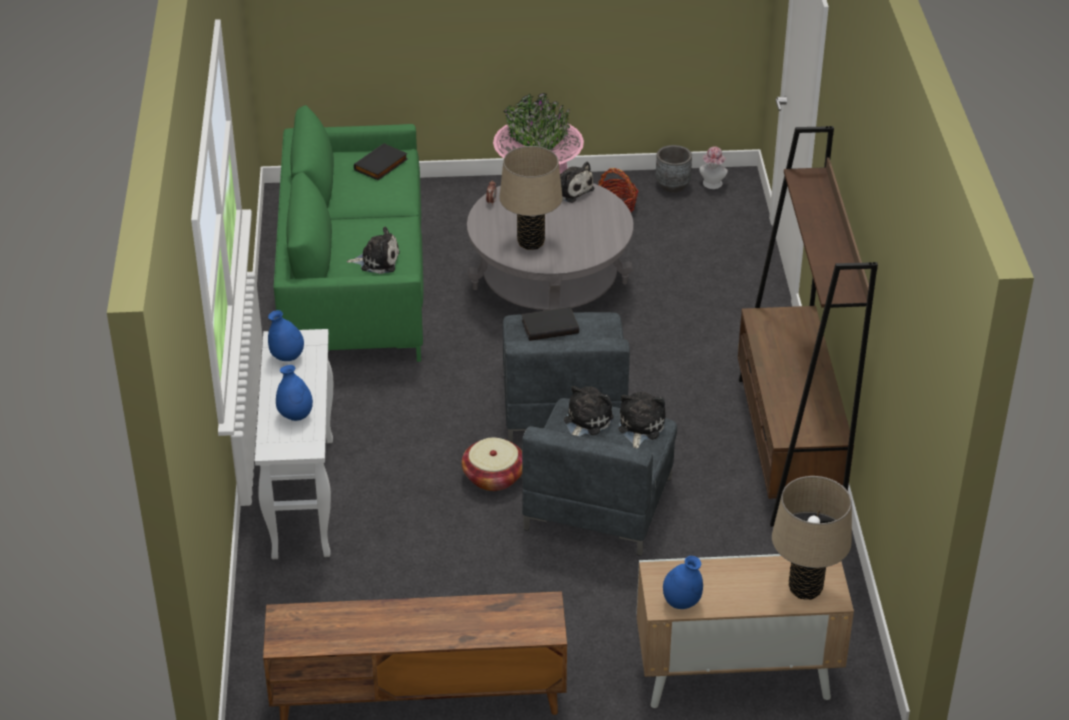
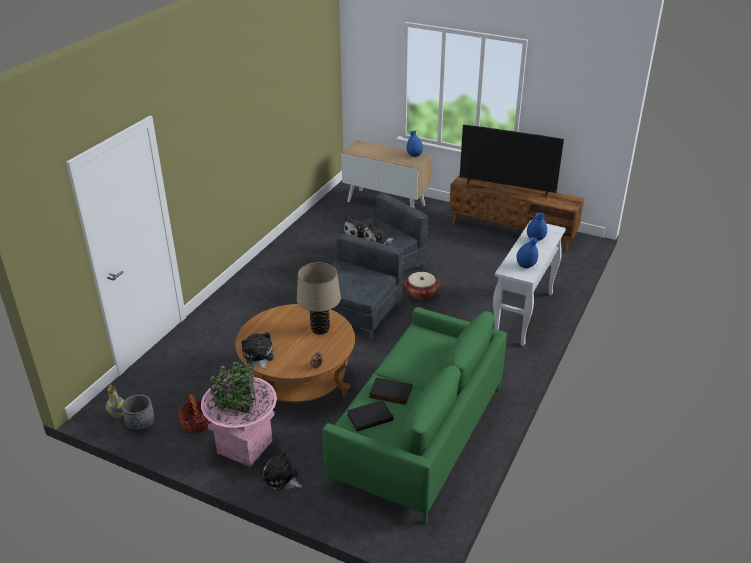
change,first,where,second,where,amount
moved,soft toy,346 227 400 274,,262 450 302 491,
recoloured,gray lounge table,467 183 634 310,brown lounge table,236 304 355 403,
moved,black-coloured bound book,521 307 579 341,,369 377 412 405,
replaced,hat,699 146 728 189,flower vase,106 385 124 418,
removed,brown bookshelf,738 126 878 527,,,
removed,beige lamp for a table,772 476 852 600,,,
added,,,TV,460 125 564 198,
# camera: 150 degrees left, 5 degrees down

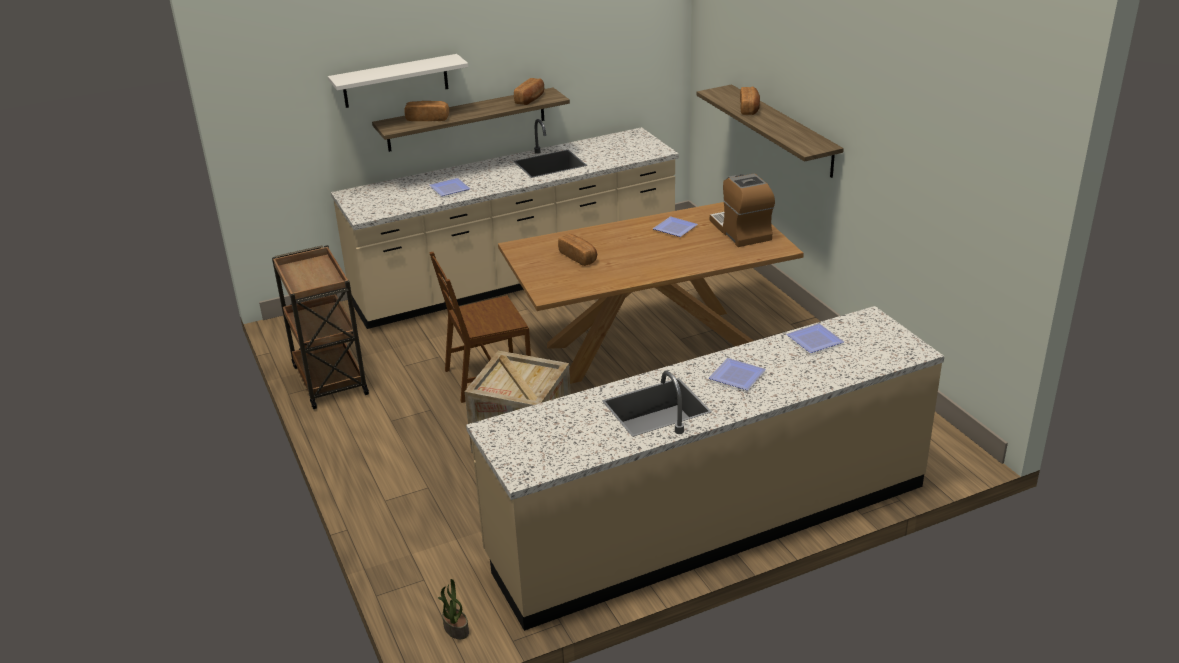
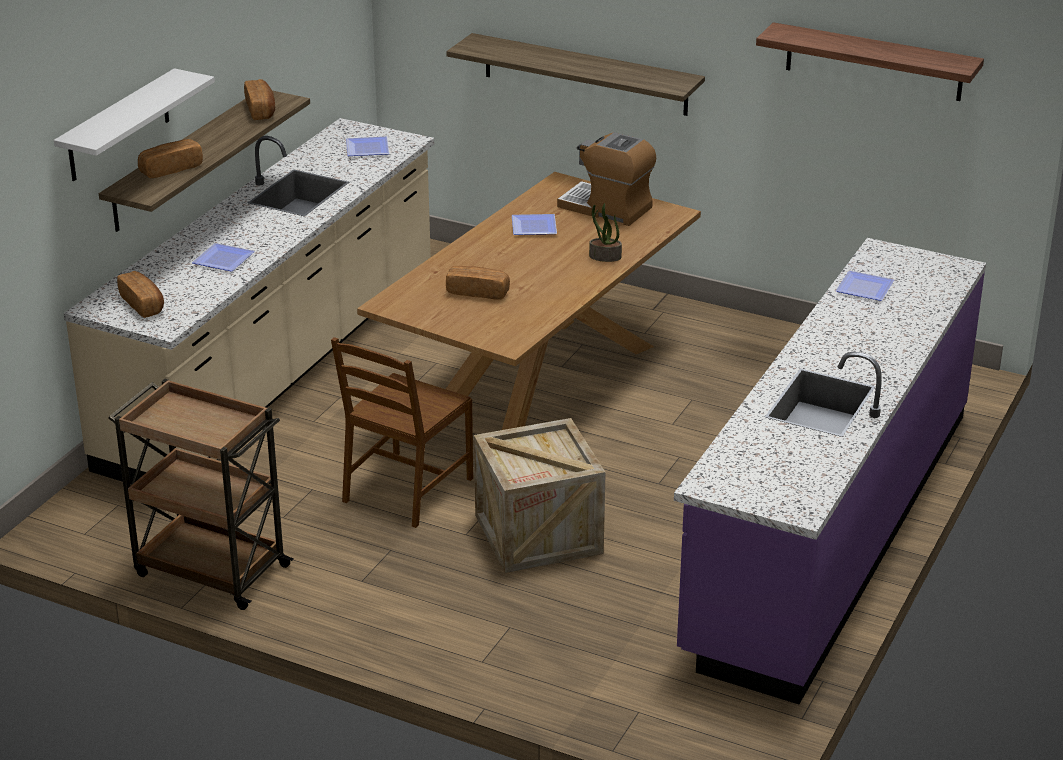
change,first,where,second,where,amount
moved,plant in a pot,438 579 469 639,,589 203 622 262,
recoloured,beige kitchen counter,466 306 944 631,purple kitchen counter,674 238 986 704,
moved,plate,709 358 766 390,,346 137 389 156,
moved,bakery bread,740 87 760 115,,117 271 164 318,
added,,,wall shelf,756 22 984 101,
# camera: 40 degrees left, 0 degrees up

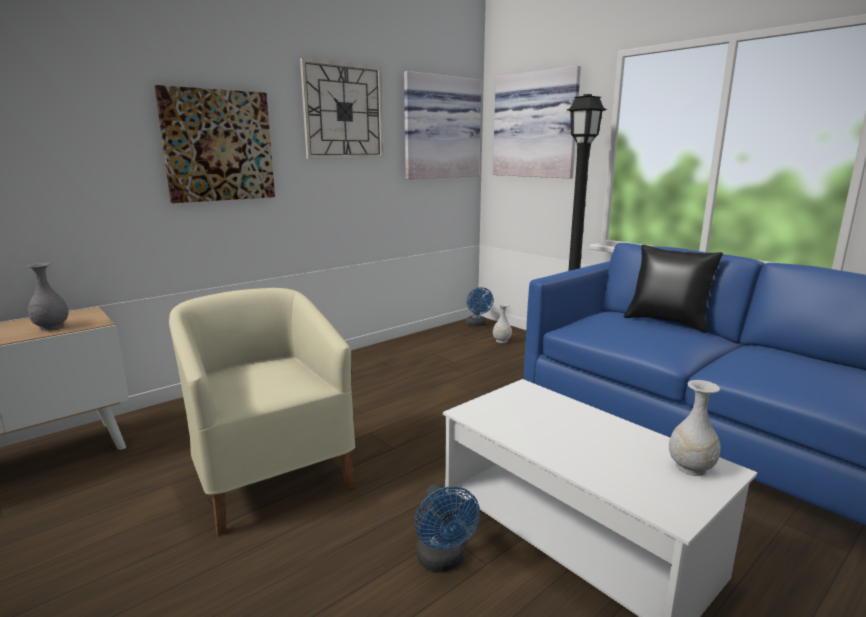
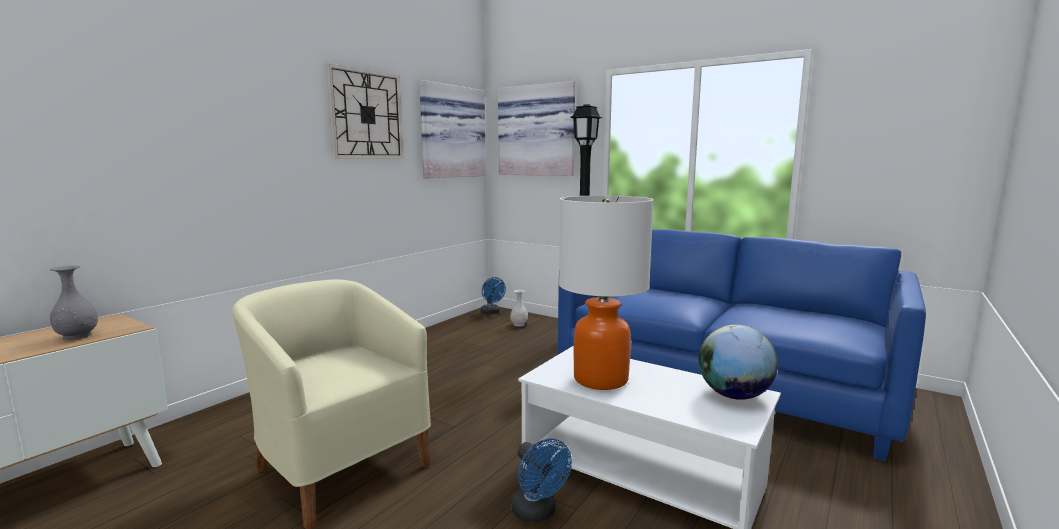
change,first,where,second,where,amount
removed,wall picture,155 85 275 203,,,
removed,black-coloured pillow,624 245 723 333,,,
replaced,whitish flower vase,669 380 720 476,desk globe,699 325 778 400,
added,,,lamp for a table,559 196 654 390,
# camera: 15 degrees left, 5 degrees down

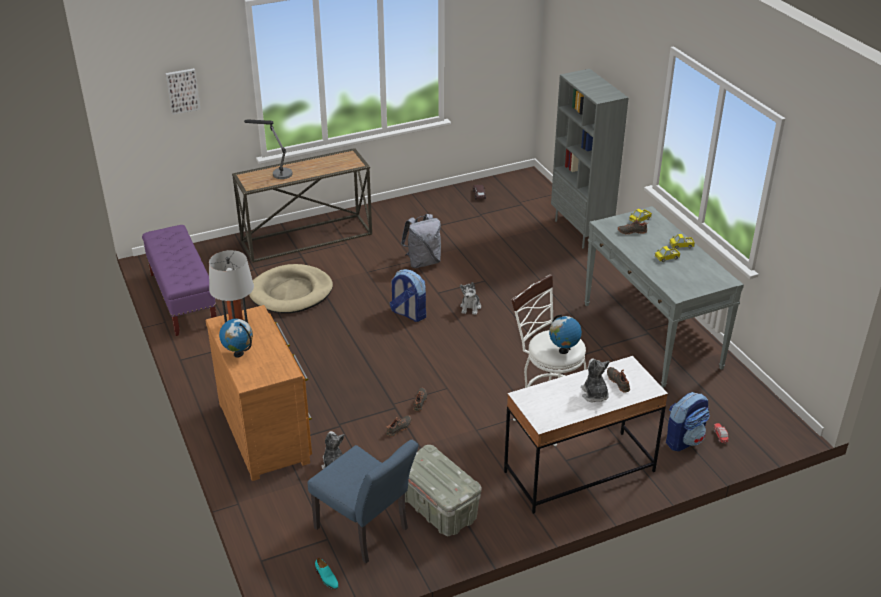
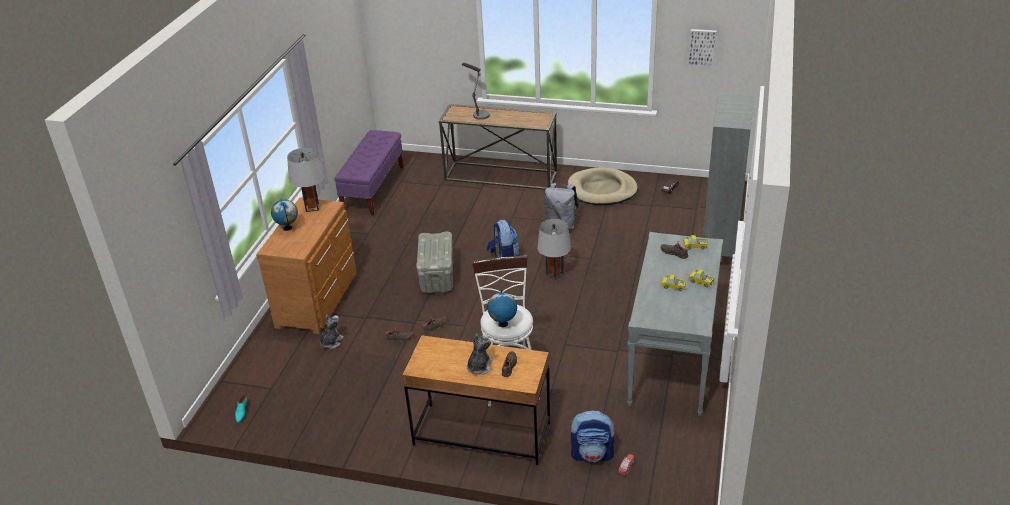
change,first,where,second,where,amount
moved,wall picture,165 68 201 115,,688 29 716 67,
moved,beige dog cushion,249 264 333 313,,568 167 638 205,
removed,blue-coloured plain chair,308 440 419 563,,,
moved,gray storage bin,405 445 482 536,,416 232 453 293,
replaced,soft toy,460 282 481 315,gray lamp for a table,537 219 571 280,
recoloured,whitish desk table,504 356 668 514,brown desk table,403 335 550 465,
# camera: 40 degrees right, 0 degrees up

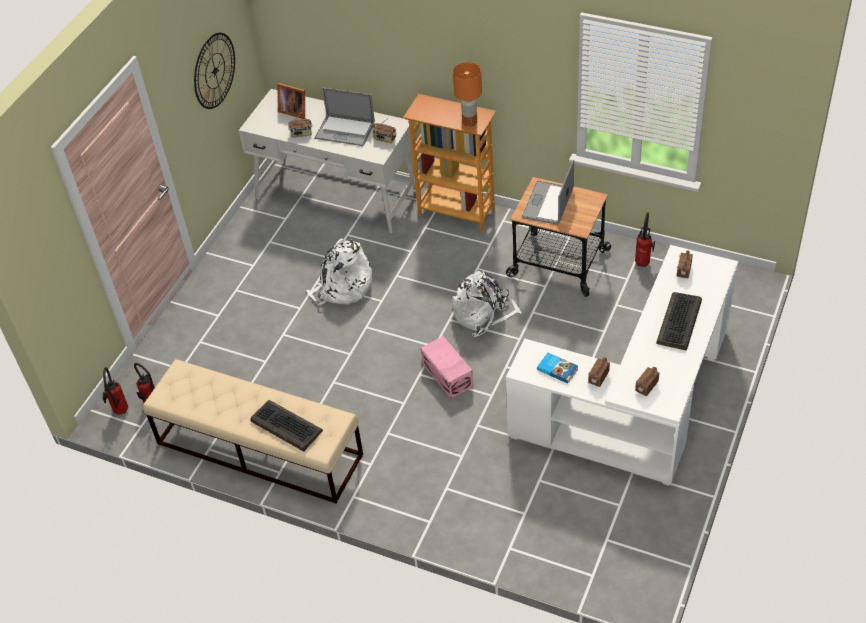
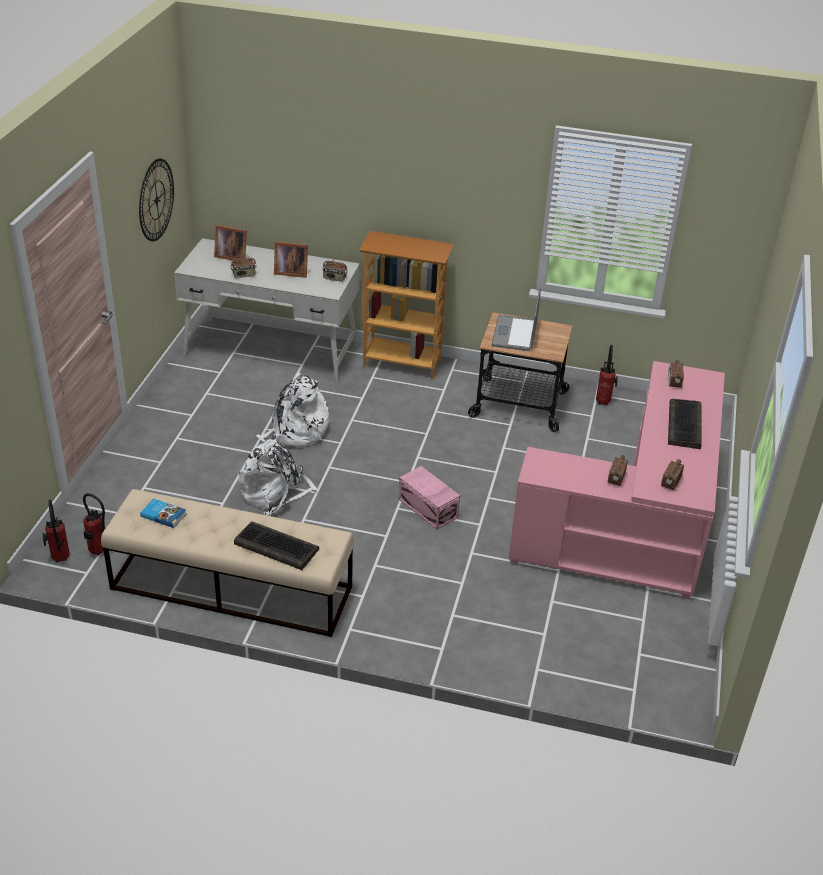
change,first,where,second,where,amount
replaced,laptop,315 88 375 146,standing frame,274 241 308 278,
moved,whitish knapsack,451 270 521 337,,239 439 318 516,
removed,orange-coloured lamp for a table,453 62 482 127,,,
recoloured,whitish desk table,506 245 738 486,pinkish desk table,508 361 725 599,
moved,bound book,537 353 578 384,,140 499 186 528,
# camera: 15 degrees left, 10 degrees down

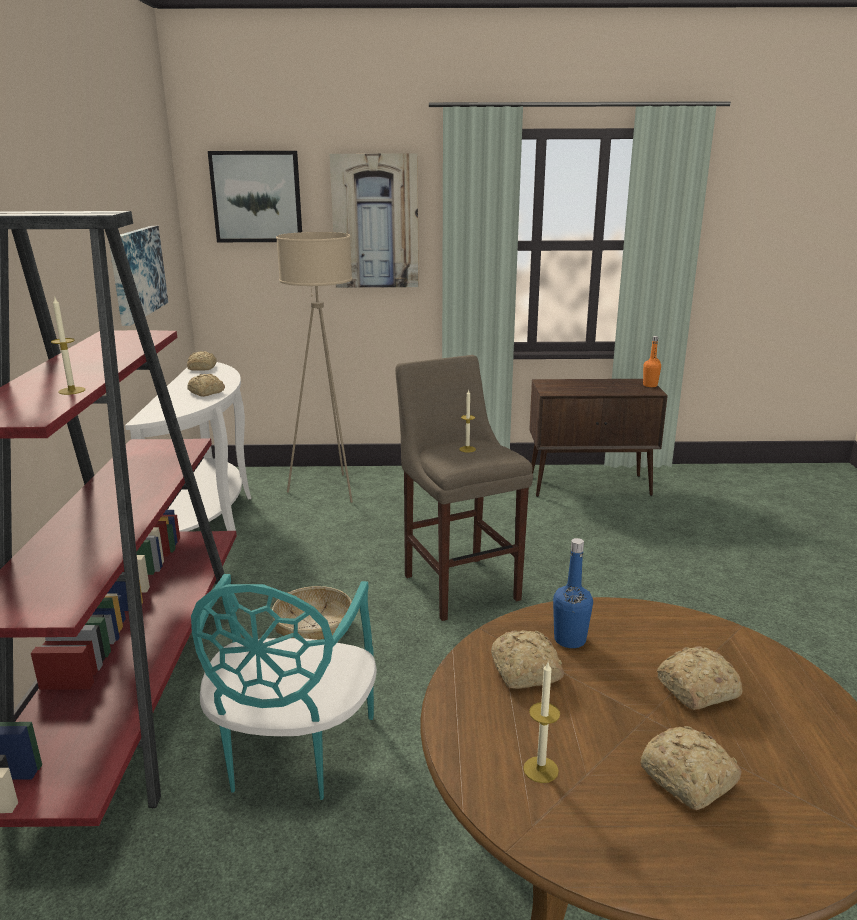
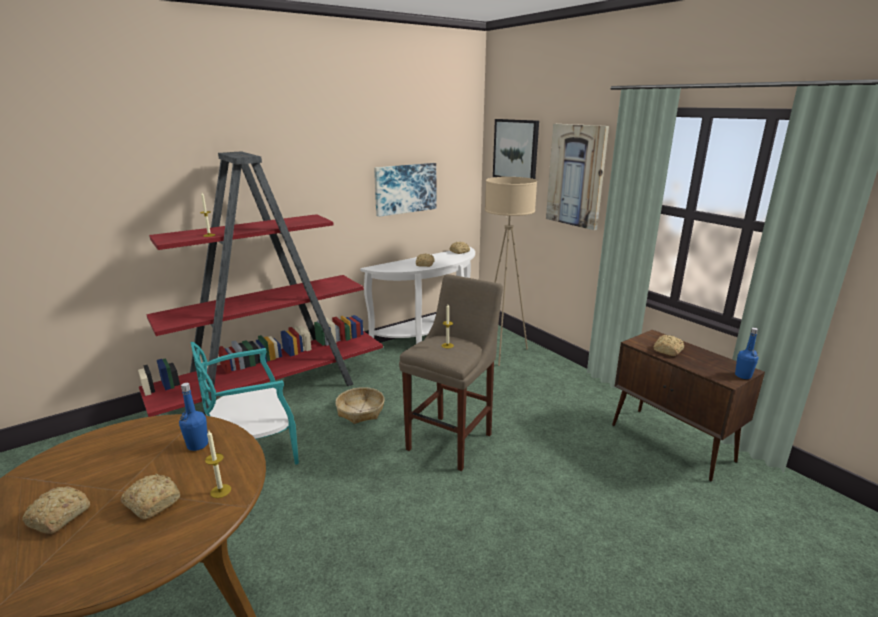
change,first,where,second,where,amount
moved,bakery bread,491 630 564 689,,653 335 684 356,
moved,wax candle,523 662 560 783,,205 429 231 498,
recoloured,orange-coloured beverage bottle,643 336 661 387,blue-coloured beverage bottle,735 328 759 379,
# camera: 55 degrees right, 0 degrees up

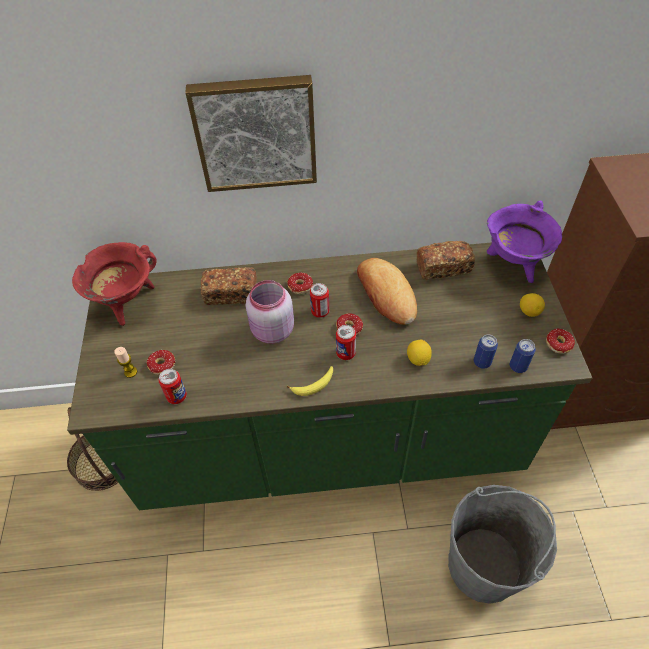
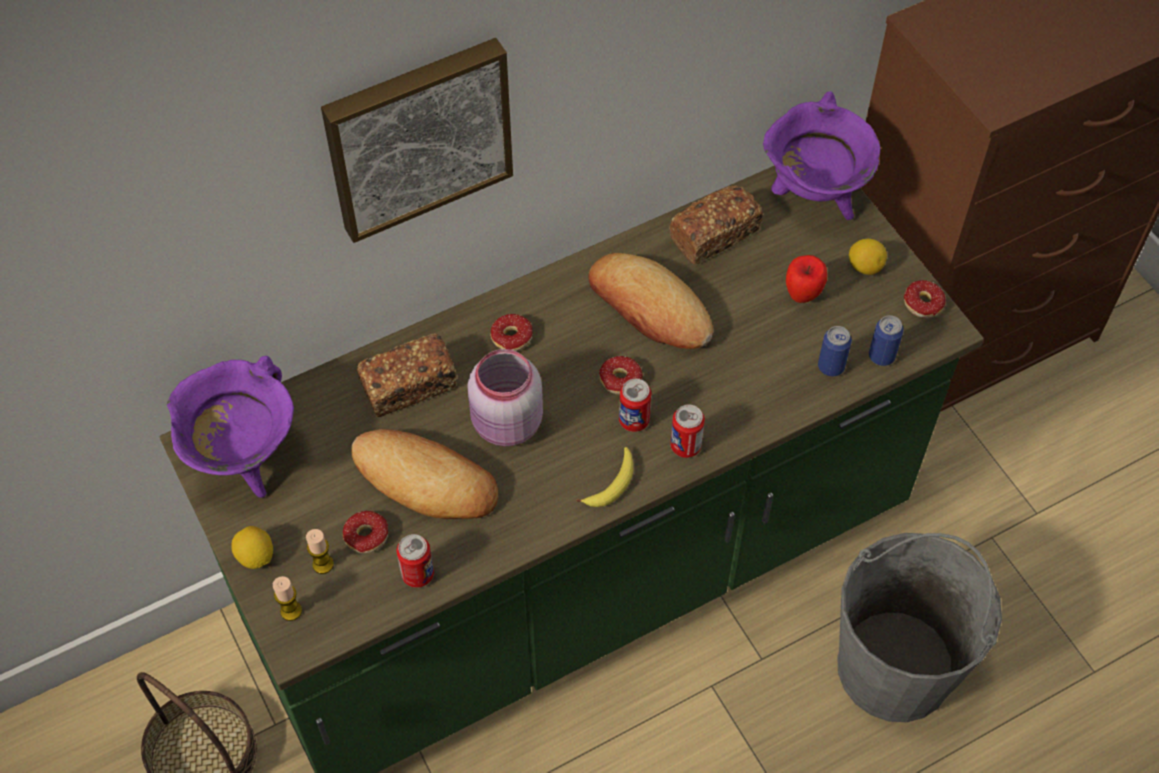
change,first,where,second,where,amount
recoloured,red-coloured cooking pot,72 242 157 326,purple cooking pot,167 356 294 498,
moved,can,310 283 329 318,,670 404 705 458,
moved,whole lemon,407 340 432 366,,231 526 273 569,
added,,,wax candle,273 576 302 621,
added,,,bakery bread,351 429 498 519,
added,,,whole apple,786 255 827 303,
# camera: 25 degrees left, 5 degrees up

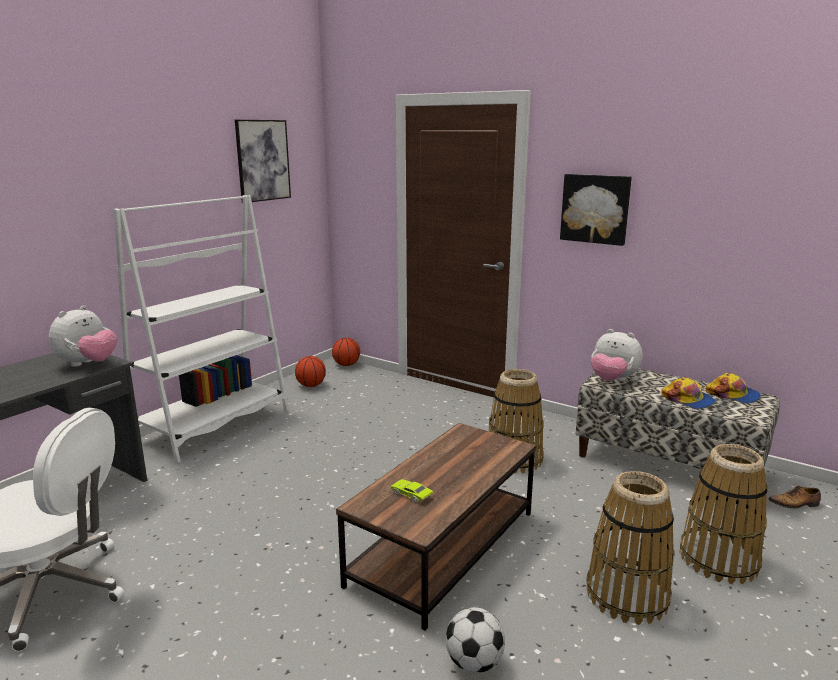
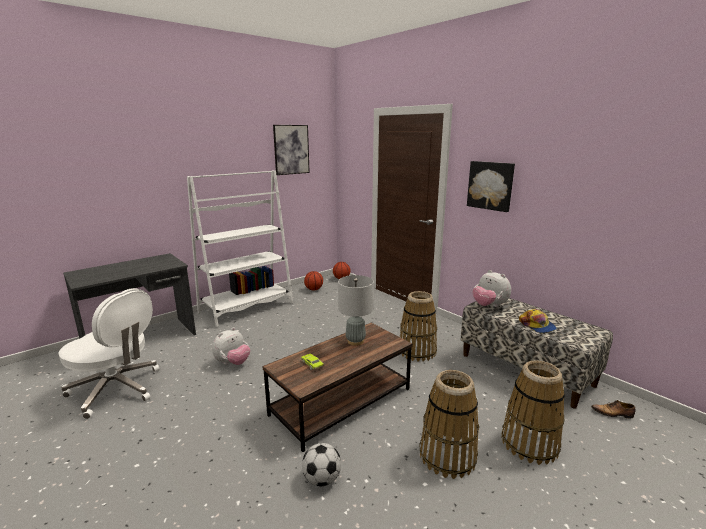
change,first,where,second,where,amount
moved,soft toy,49 305 117 367,,212 328 250 365,
removed,baseball cap,706 373 761 404,,,
added,,,gray lamp for a table,338 275 374 346,
# camera: 15 degrees right, 0 degrees up

